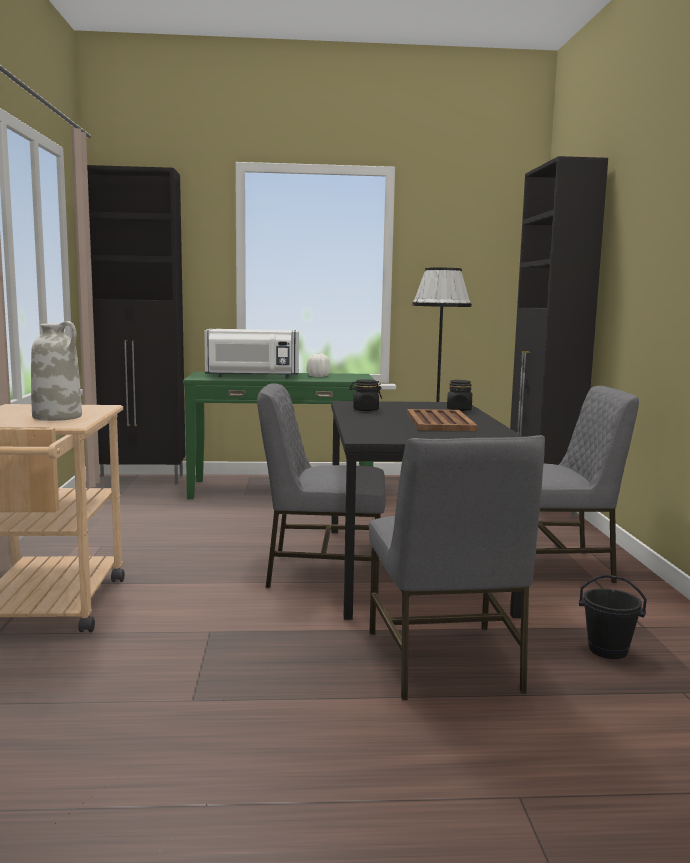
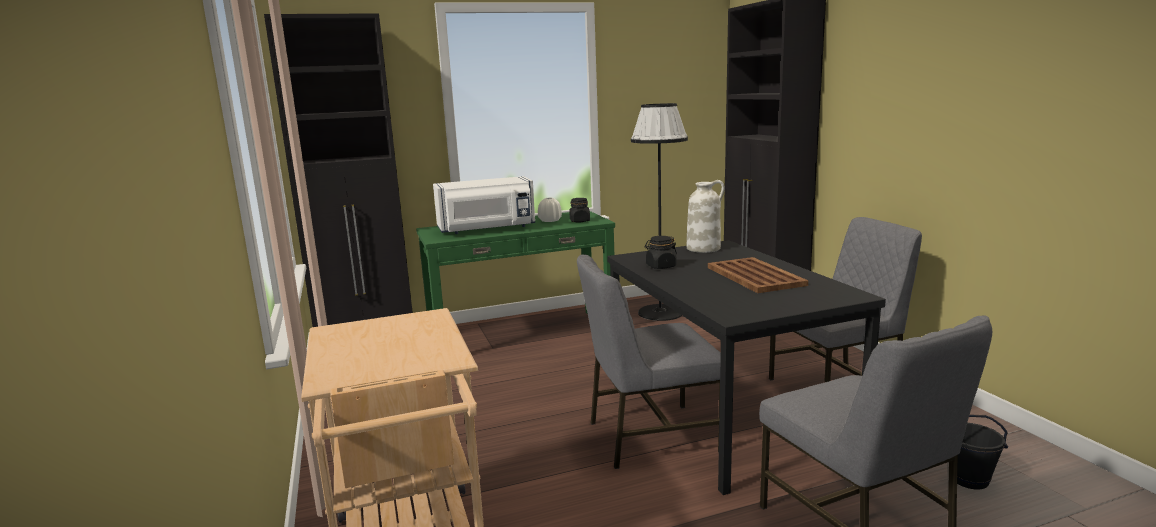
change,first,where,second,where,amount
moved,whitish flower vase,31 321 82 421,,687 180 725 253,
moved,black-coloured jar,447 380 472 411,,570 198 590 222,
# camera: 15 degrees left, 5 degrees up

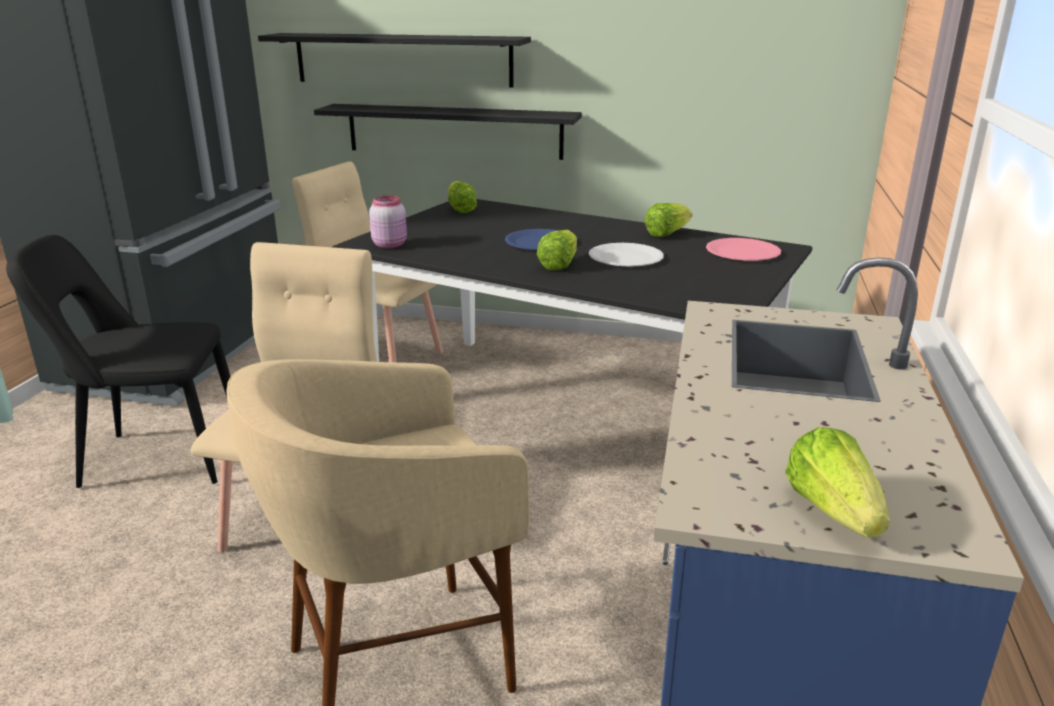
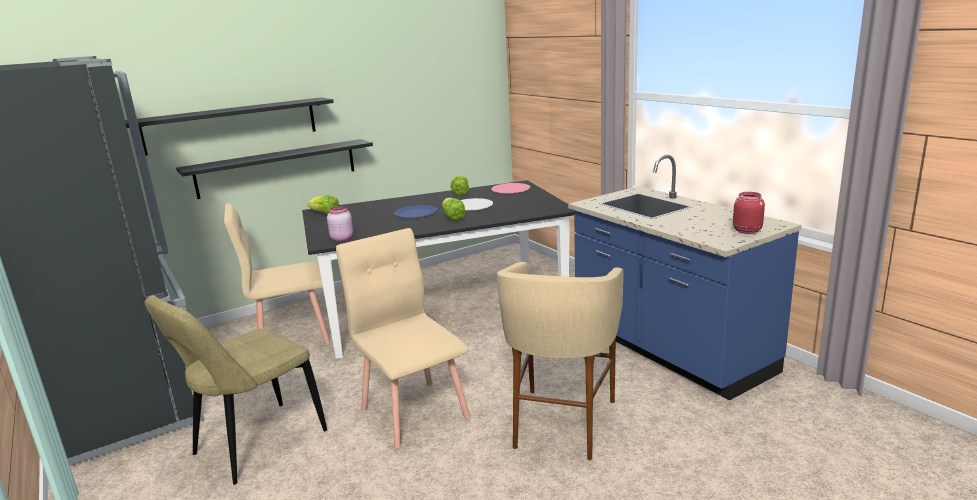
change,first,where,second,where,amount
recoloured,black-coloured plain chair,6 235 231 488,beige plain chair,145 295 327 485,
replaced,head of lettuce,785 427 889 538,red-coloured jar,733 192 765 234,
# camera: 45 degrees left, 5 degrees down

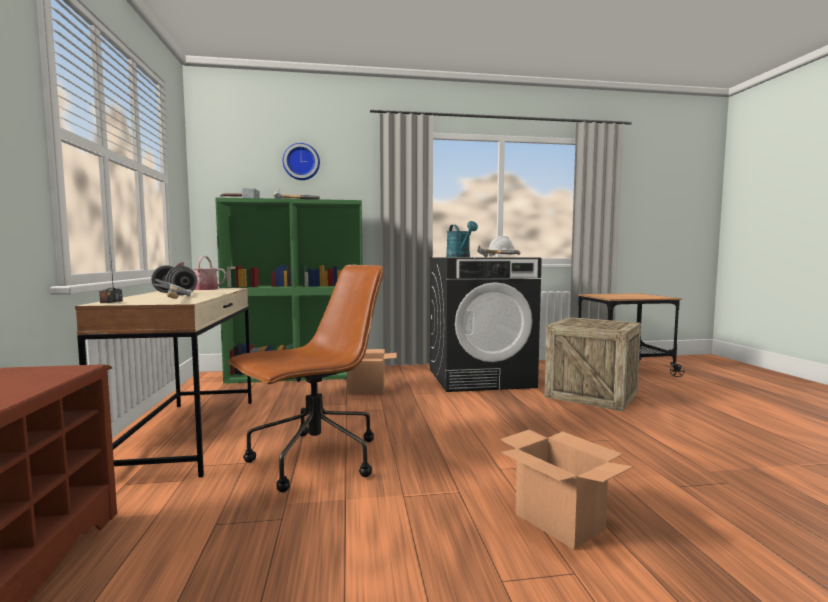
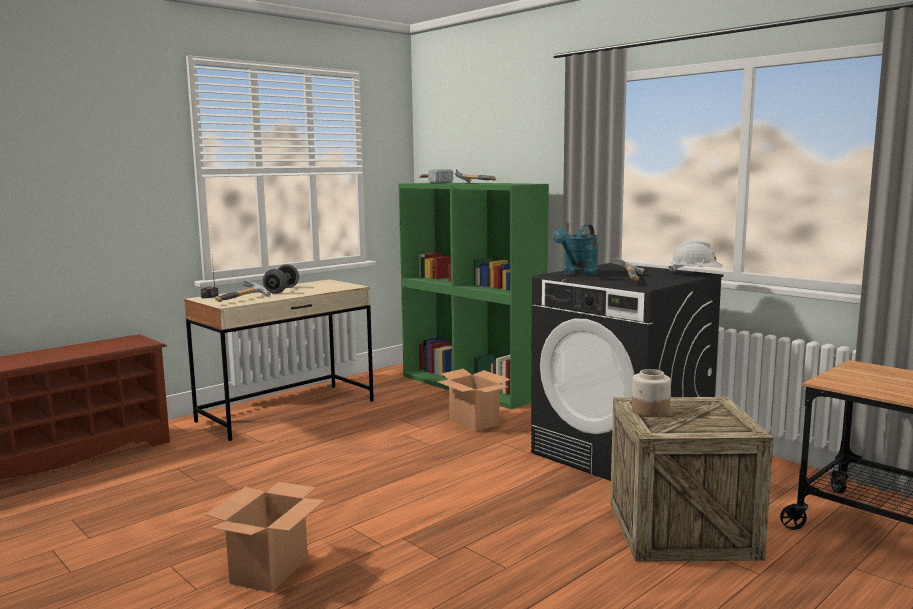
change,first,where,second,where,amount
removed,watering can,176 256 227 290,,,
removed,brown office chair,228 265 384 492,,,
removed,hanging clock,283 143 320 180,,,
added,,,jar,632 369 671 417,
# camera: 55 degrees right, 5 degrees up

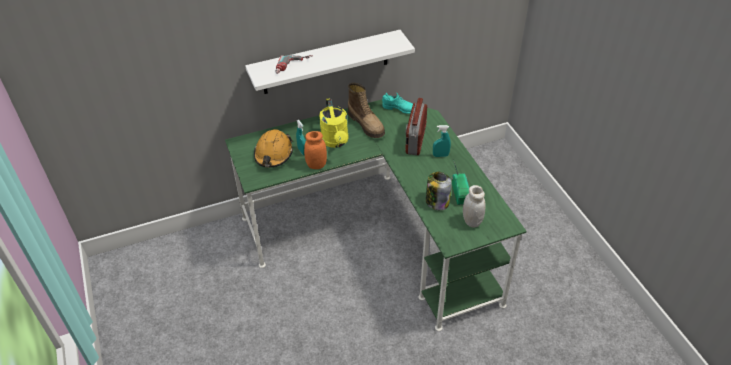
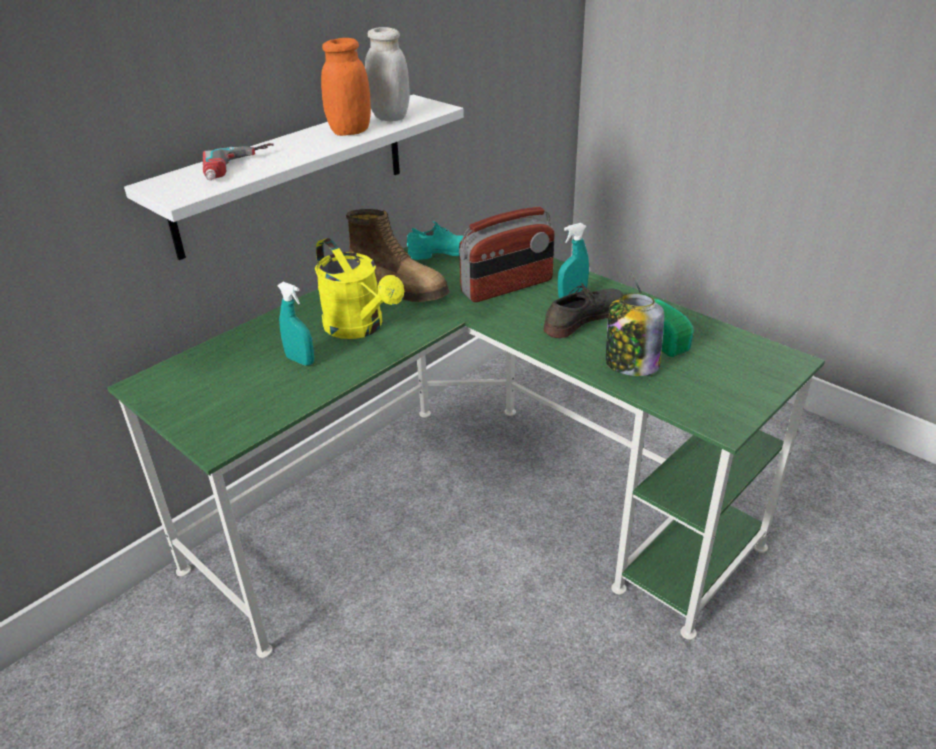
change,first,where,second,where,amount
removed,orange-coloured work helmet,254 129 293 168,,,
moved,orange-coloured jar,304 131 327 169,,321 38 371 136,
turned,radio receiver,405 98 427 155,,459 207 555 302,105 degrees counterclockwise
moved,whitish jar,463 185 486 228,,365 27 409 121,
added,,,gray item of footwear,543 283 624 338,
# camera: 25 degrees left, 10 degrees down

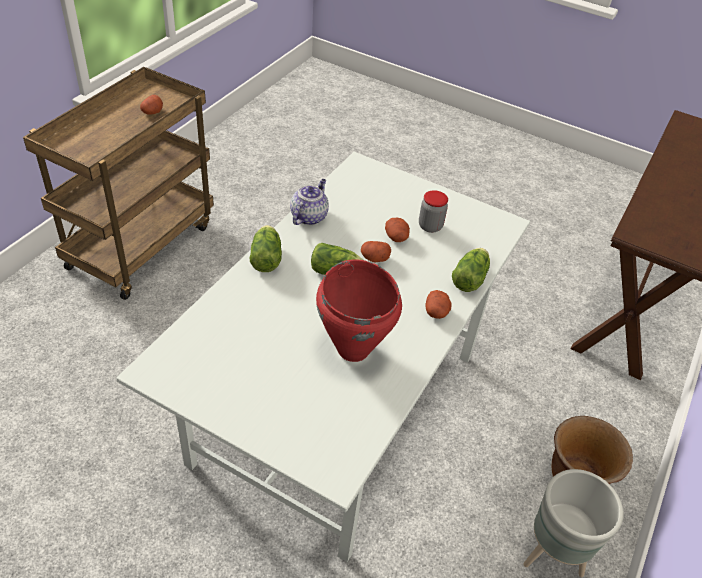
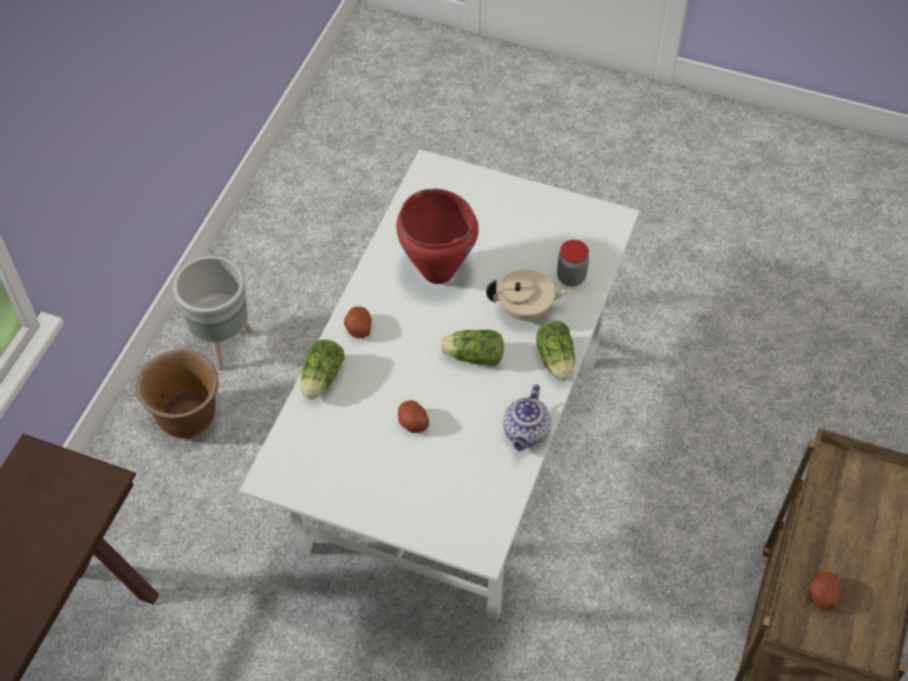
change,first,where,second,where,amount
removed,whole potato,361 241 391 262,,,
moved,jar,419 190 448 233,,557 240 589 286,
added,,,beige tea pot,486 269 571 322,
# camera: 175 degrees right, 10 degrees up

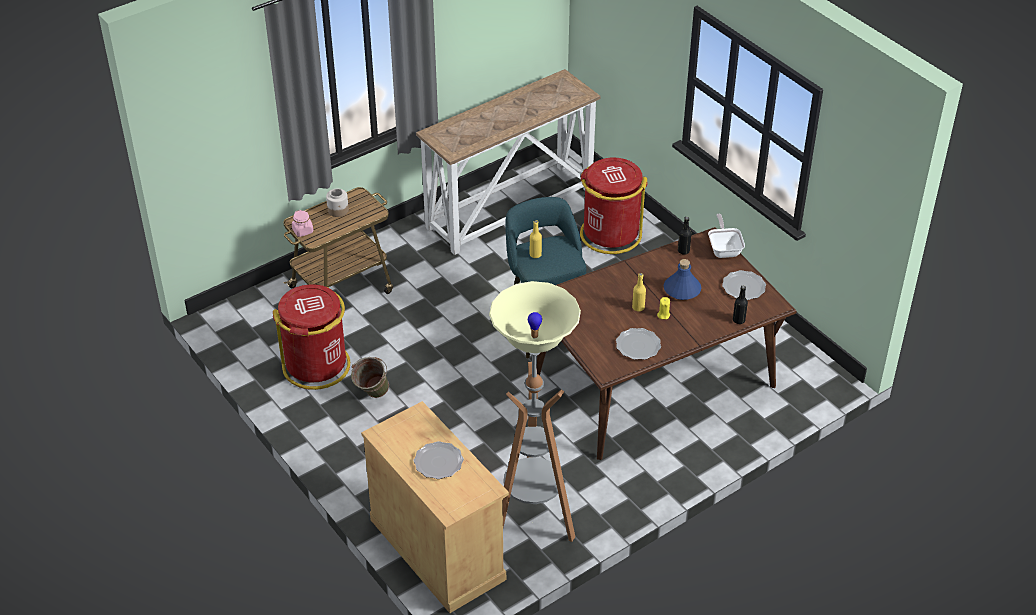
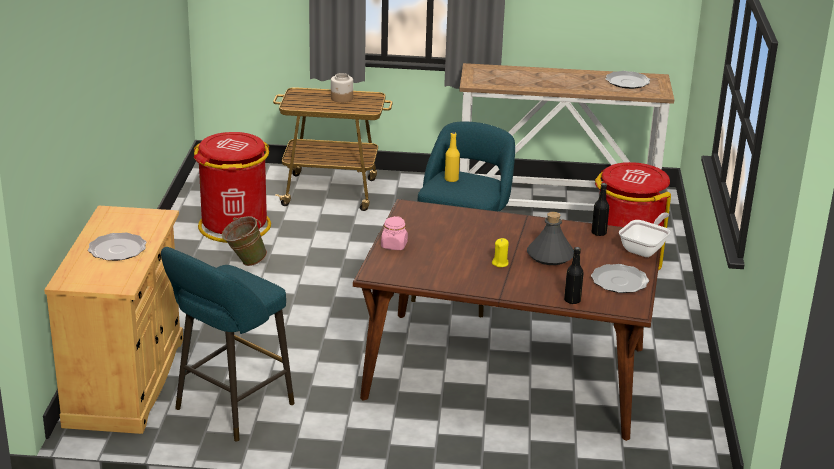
change,first,where,second,where,amount
moved,pinkish jar,292 210 313 237,,381 216 408 250,
replaced,standard lamp,489 281 581 542,turquoise-coloured stool seat,161 247 295 441,
moved,plate,616 328 661 360,,606 71 650 89,
removed,yellow-coloured beverage bottle,632 273 646 312,,,
recoloured,blue-coloured beverage bottle,664 259 701 300,gray beverage bottle,527 212 574 265,
# camera: 40 degrees right, 15 degrees down

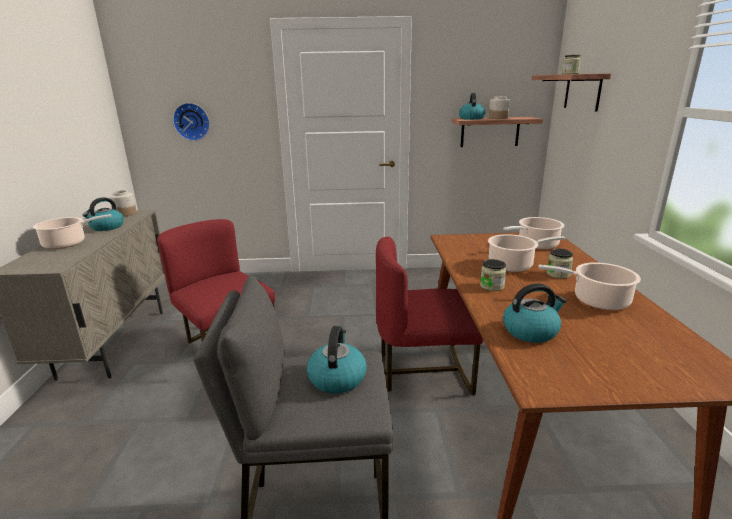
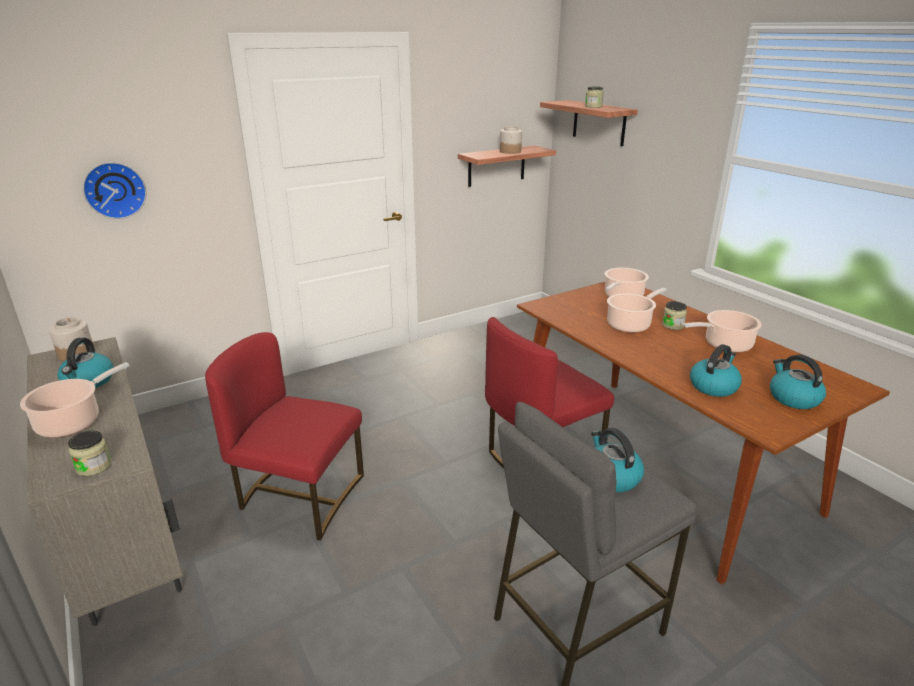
change,first,where,second,where,amount
moved,water kettle,459 93 485 120,,770 354 826 409,
moved,jar,480 259 506 291,,68 431 112 476,
# camera: 30 degrees left, 5 degrees up

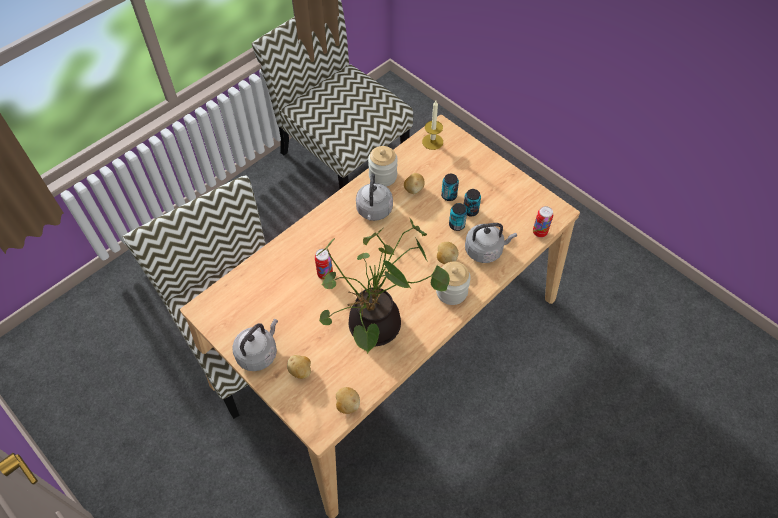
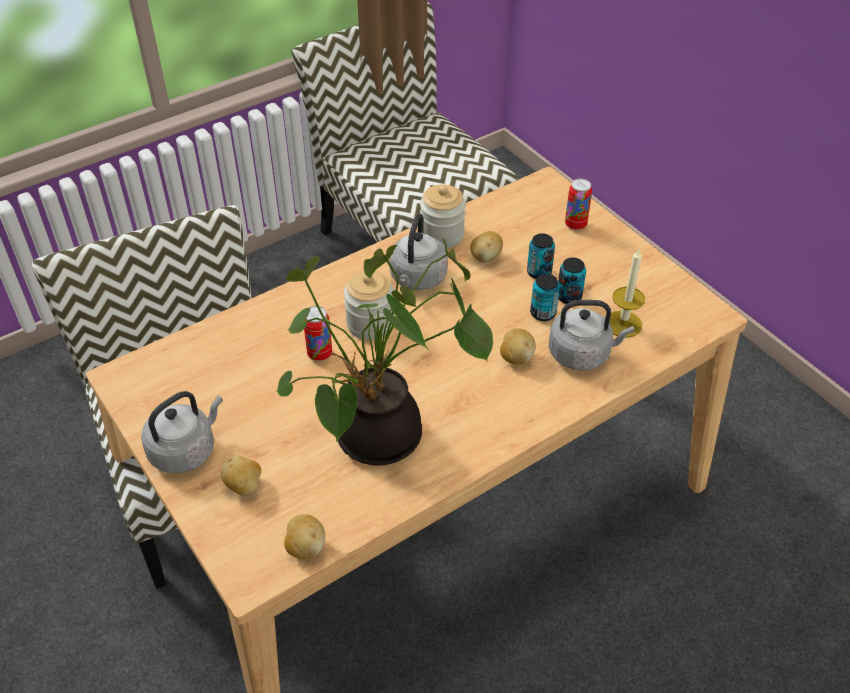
change,first,where,second,where,amount
moved,wax candle,422 101 443 150,,609 249 645 338,
moved,jar,436 262 471 305,,344 271 394 340,
moved,can,533 206 553 238,,565 179 592 230,
# camera: 10 degrees right, 10 degrees down

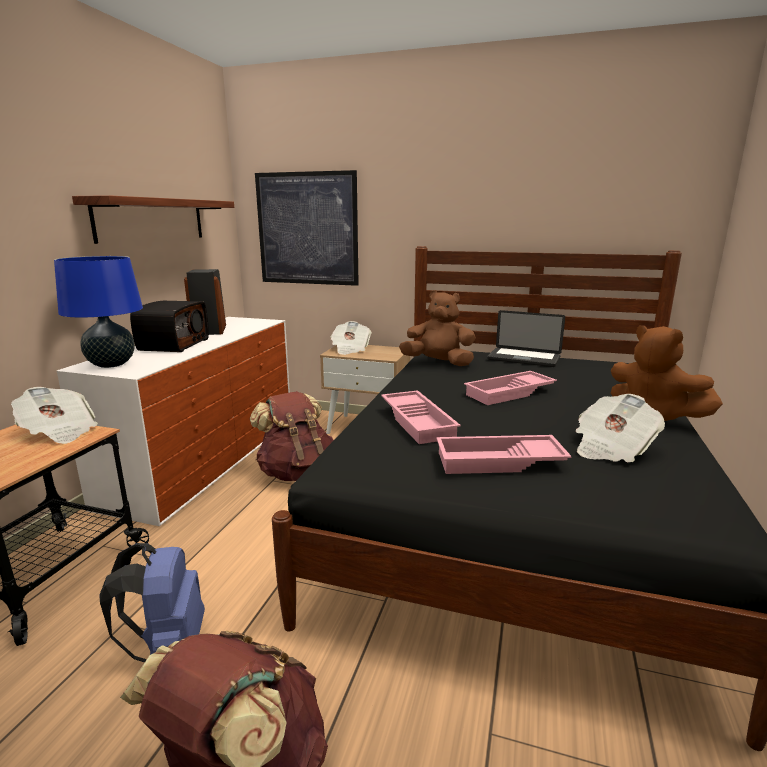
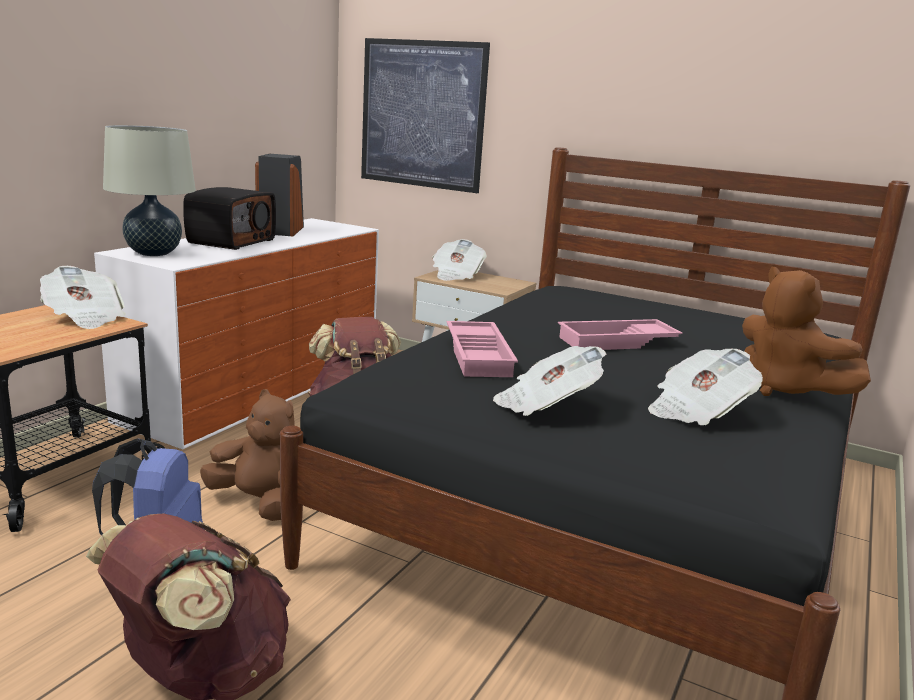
change,first,where,second,where,amount
recoloured,blue-coloured lamp for a table,54 256 143 368,beige lamp for a table,103 125 196 256,
removed,wall shelf,72 195 234 244,,,
moved,brown soft toy,399 290 476 366,,200 389 295 521,
replaced,pinkish carrying tray,436 435 572 474,newspaper,493 346 607 416,
removed,laptop,487 310 565 367,,,
# camera: 10 degrees right, 0 degrees up

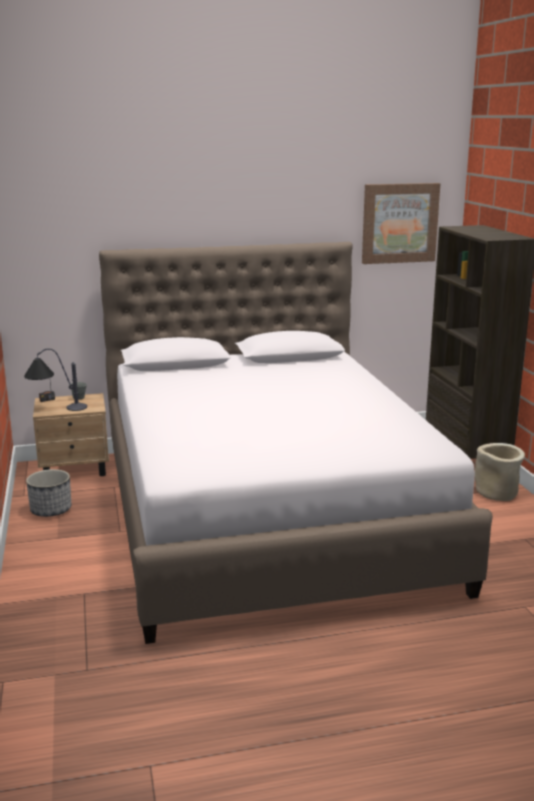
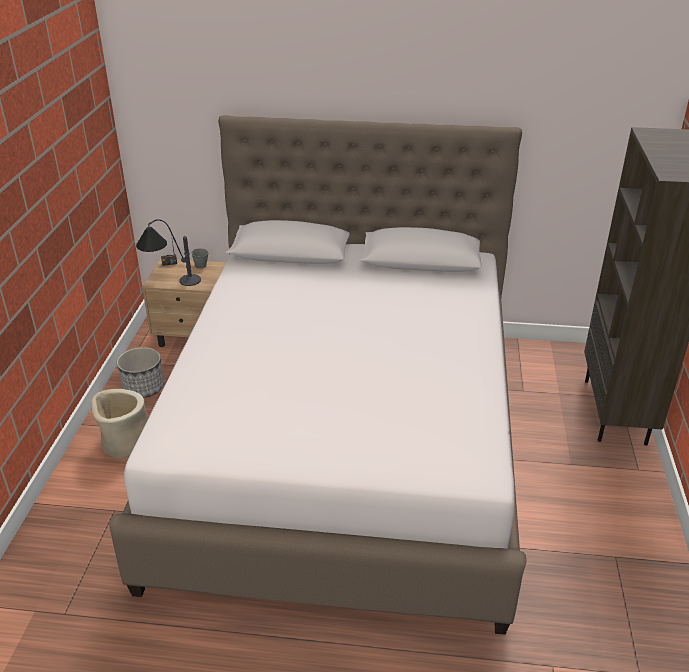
change,first,where,second,where,amount
removed,wall picture,362 183 440 264,,,
moved,beige plant pot,475 443 525 501,,91 389 147 459,
# camera: 20 degrees right, 15 degrees up

